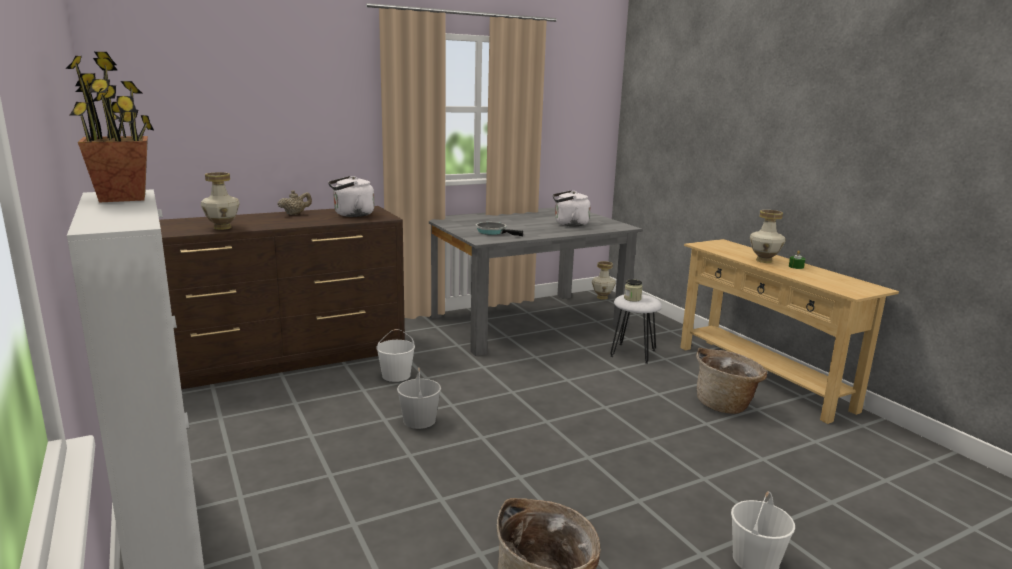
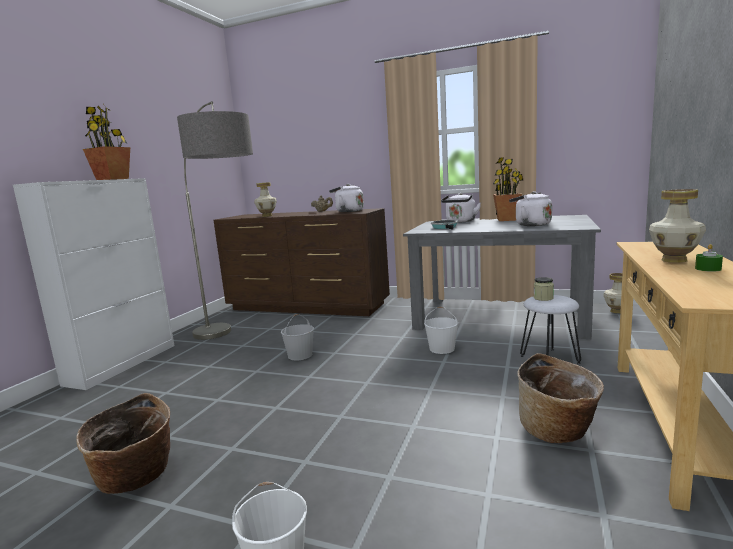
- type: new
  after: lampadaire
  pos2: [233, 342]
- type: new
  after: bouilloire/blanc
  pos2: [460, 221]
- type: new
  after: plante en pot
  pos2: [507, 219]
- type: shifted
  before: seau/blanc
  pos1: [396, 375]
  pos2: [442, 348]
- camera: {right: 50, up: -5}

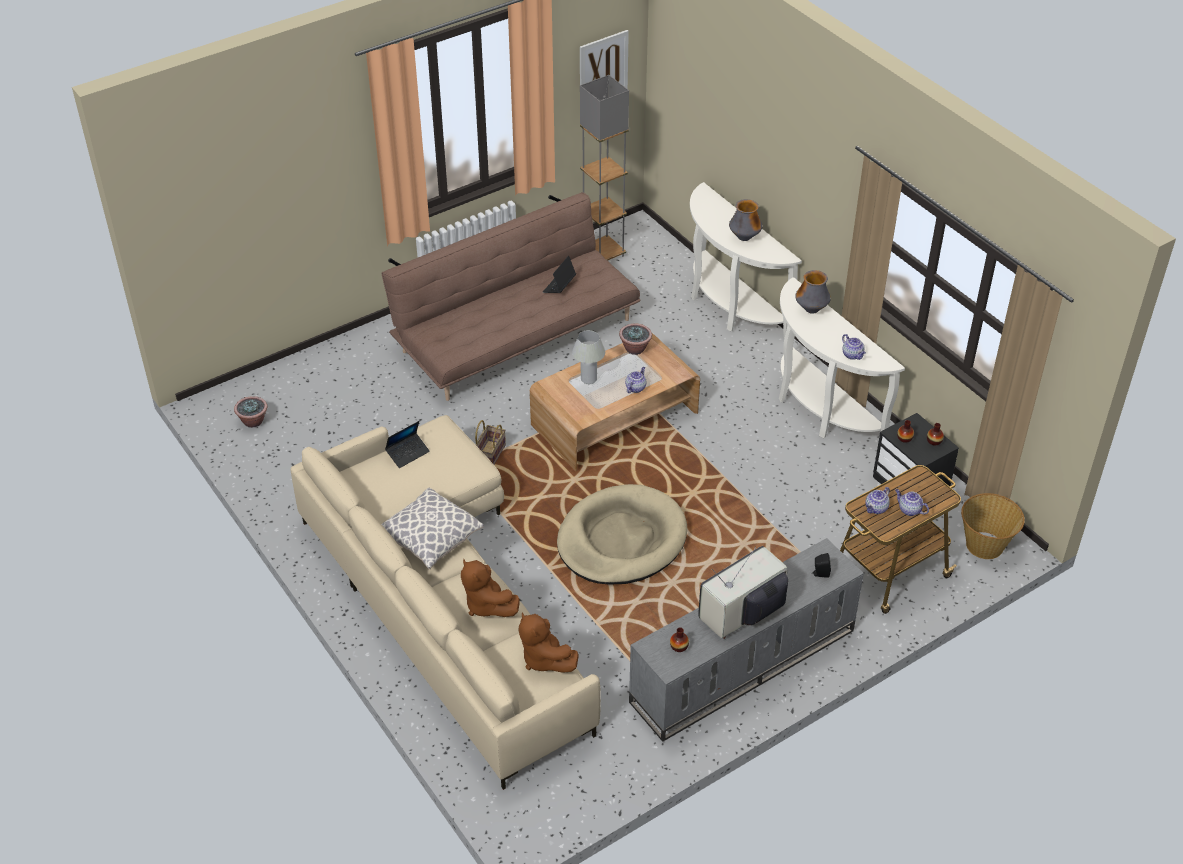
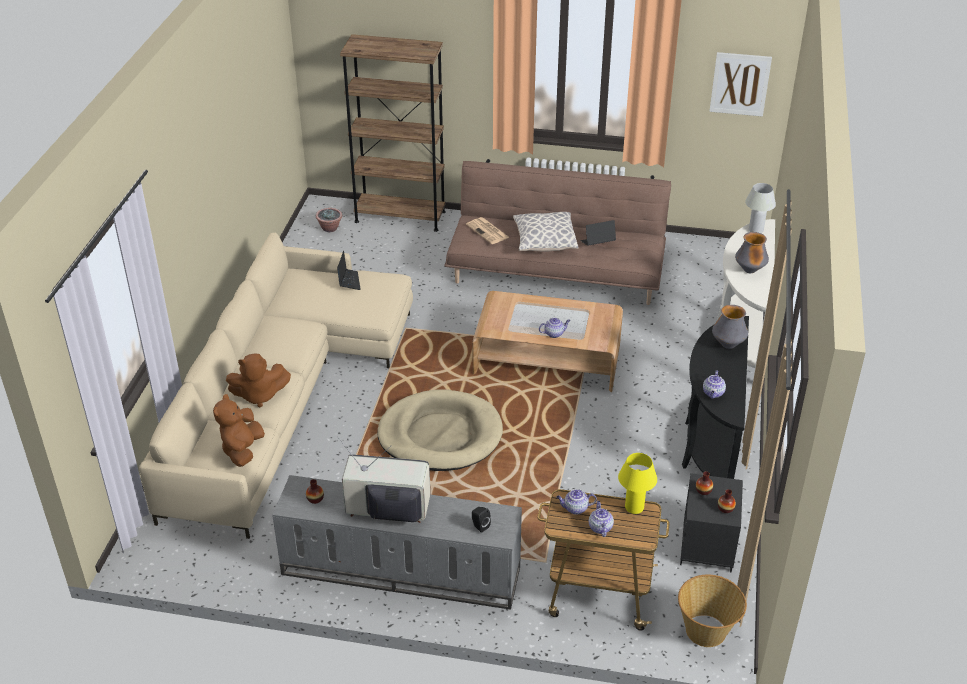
- type: gone
  before: panier
  pos1: [490, 453]
- type: gone
  before: lampadaire/gris
  pos1: [603, 254]
- type: gone
  before: plante en pot
  pos1: [635, 349]
- type: new
  after: bibliothèque/marron
  pos2: [400, 216]
- type: new
  after: journal
  pos2: [488, 231]
- type: new
  after: lampe de table/jaune
  pos2: [634, 507]
- type: shifted
  before: coussin
  pos1: [430, 539]
  pos2: [544, 242]
- type: shifted
  before: lampe de table/blanc
  pos1: [588, 379]
  pos2: [756, 230]
- type: repainted
  before: table console/blanc
  after: table console/noir
  pos1: [819, 409]
  pos2: [709, 447]
- type: rotated
  before: ordinateur portable
  pos1: [408, 453]
  pos2: [348, 281]
  turn: -105
- type: rotated
  before: peluche/marron
  pos1: [487, 605]
  pos2: [259, 395]
  turn: -105
- camera: {right: 45, up: -5}

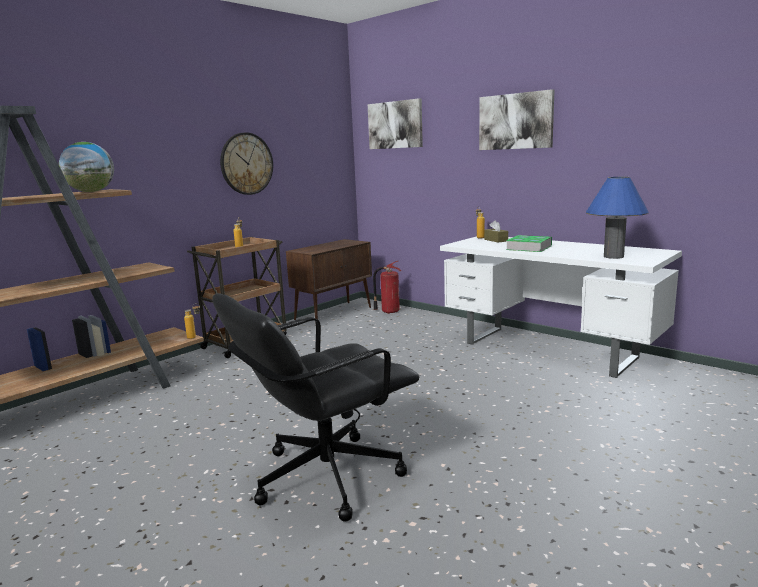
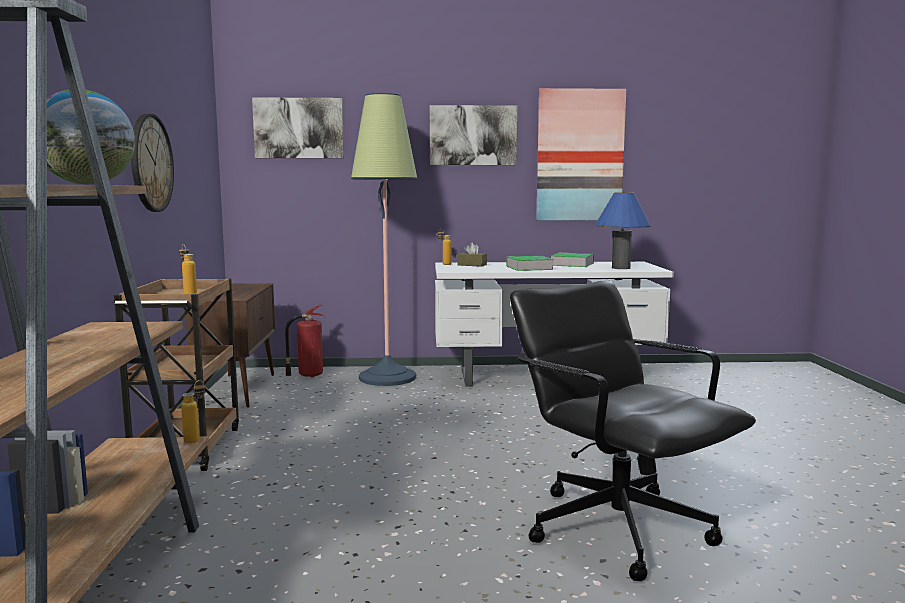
- type: new
  after: lampadaire
  pos2: [387, 377]
- type: new
  after: tableau
  pos2: [580, 155]
- type: new
  after: livre
  pos2: [572, 264]
- type: rotated
  before: chaise de bureau/noir
  pos1: [325, 476]
  pos2: [617, 528]
  turn: 135
- camera: {right: -45, up: -5}

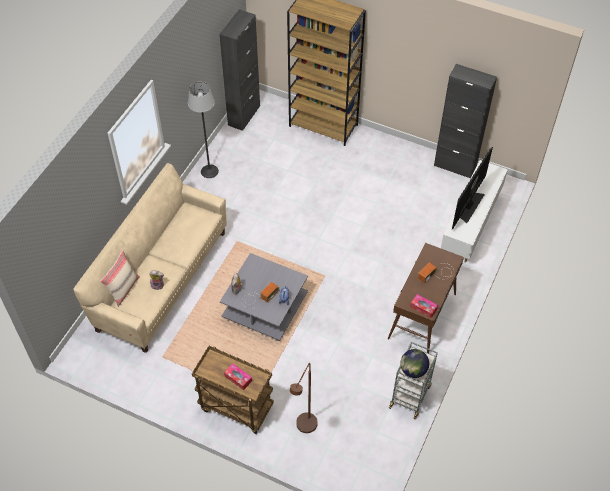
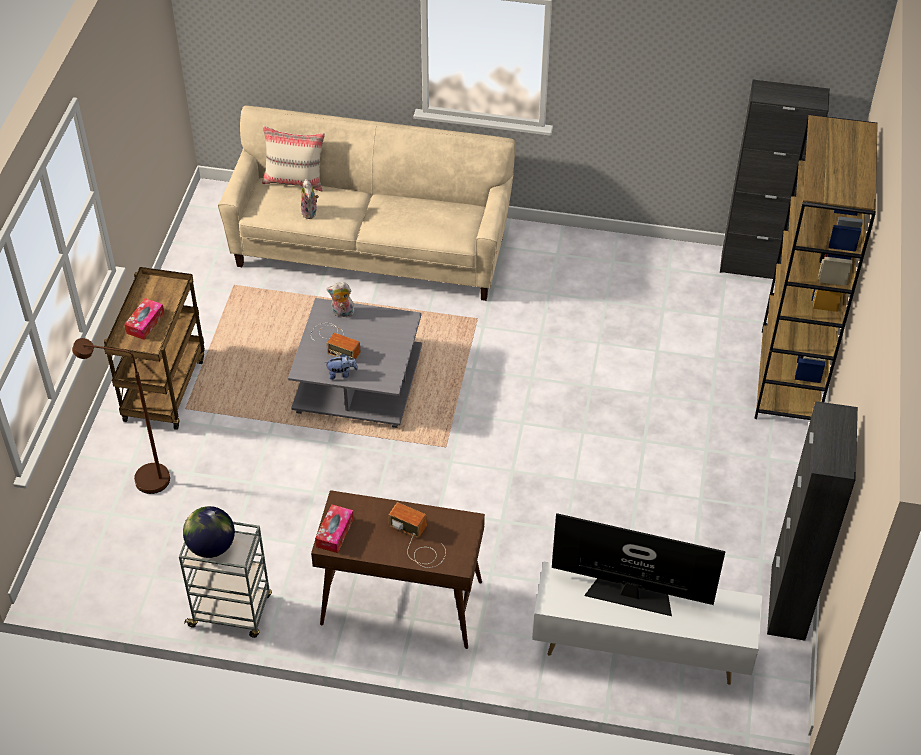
- type: gone
  before: lampadaire
  pos1: [209, 171]
- camera: {right: 75, up: -5}

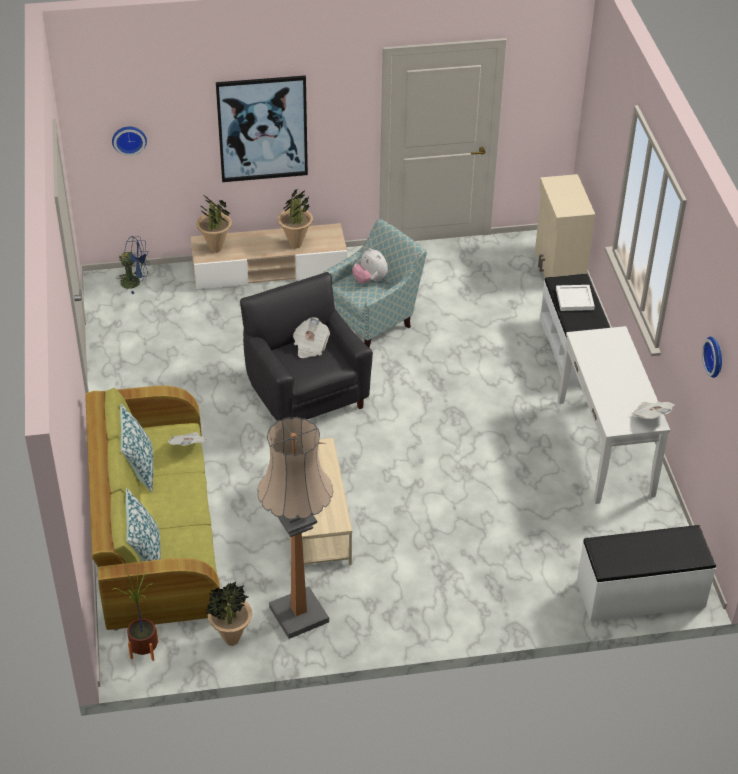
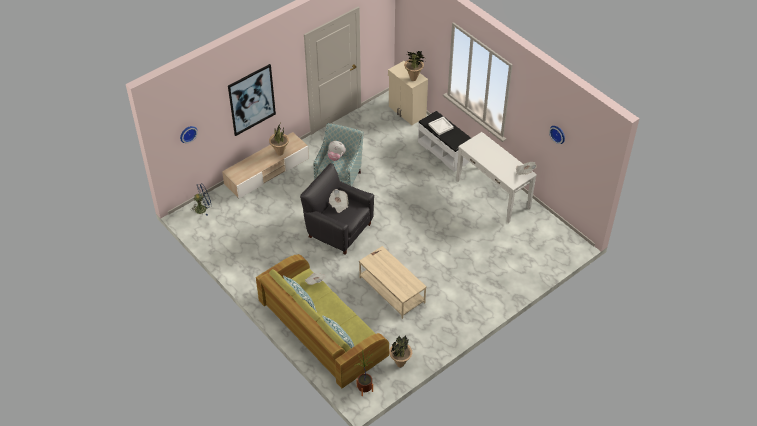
- type: gone
  before: lampadaire
  pos1: [298, 614]
- type: gone
  before: banc/blanc
  pos1: [641, 595]
- type: shifted
  before: plante en pot
  pos1: [216, 249]
  pos2: [413, 78]
- camera: {right: -30, up: 5}

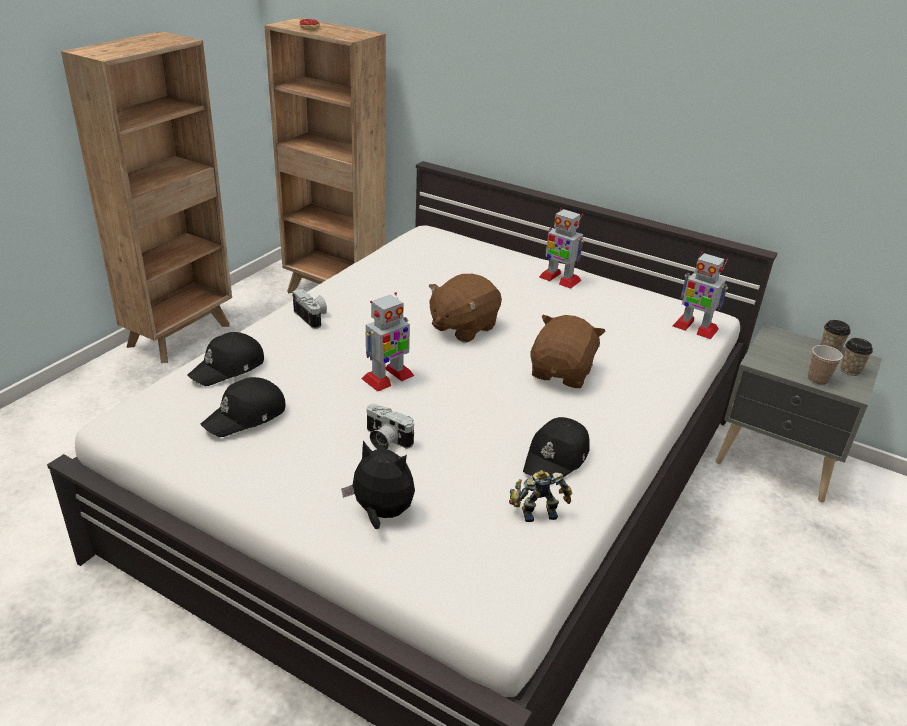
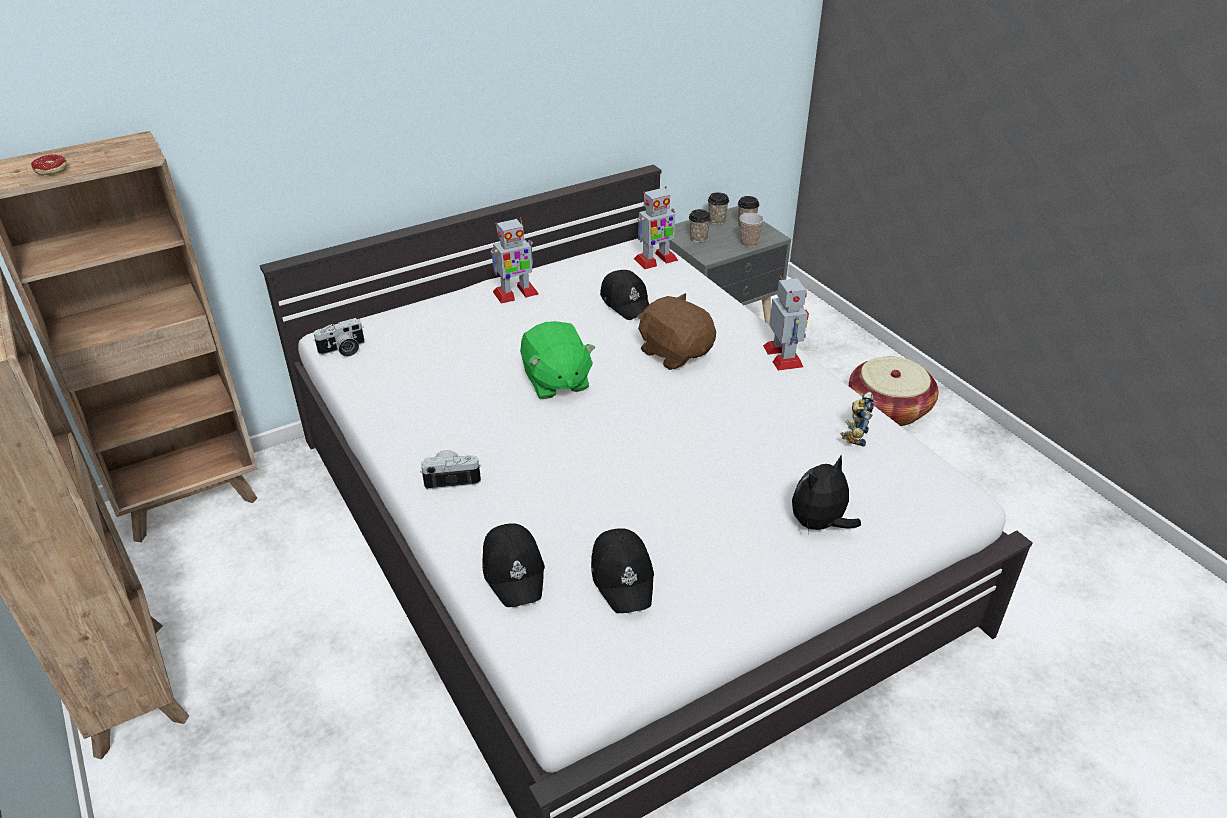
- type: new
  after: tasse
  pos2: [698, 238]
- type: new
  after: panier
  pos2: [888, 409]
- type: shifted
  before: robot jouet
  pos1: [387, 377]
  pos2: [783, 356]
- type: shifted
  before: appareil photo
  pos1: [385, 440]
  pos2: [343, 350]
- type: shifted
  before: casquette/noir
  pos1: [557, 458]
  pos2: [626, 302]
- type: repainted
  before: peluche/marron
  after: peluche/vert
  pos1: [462, 327]
  pos2: [556, 381]
- camera: {right: -60, up: 5}

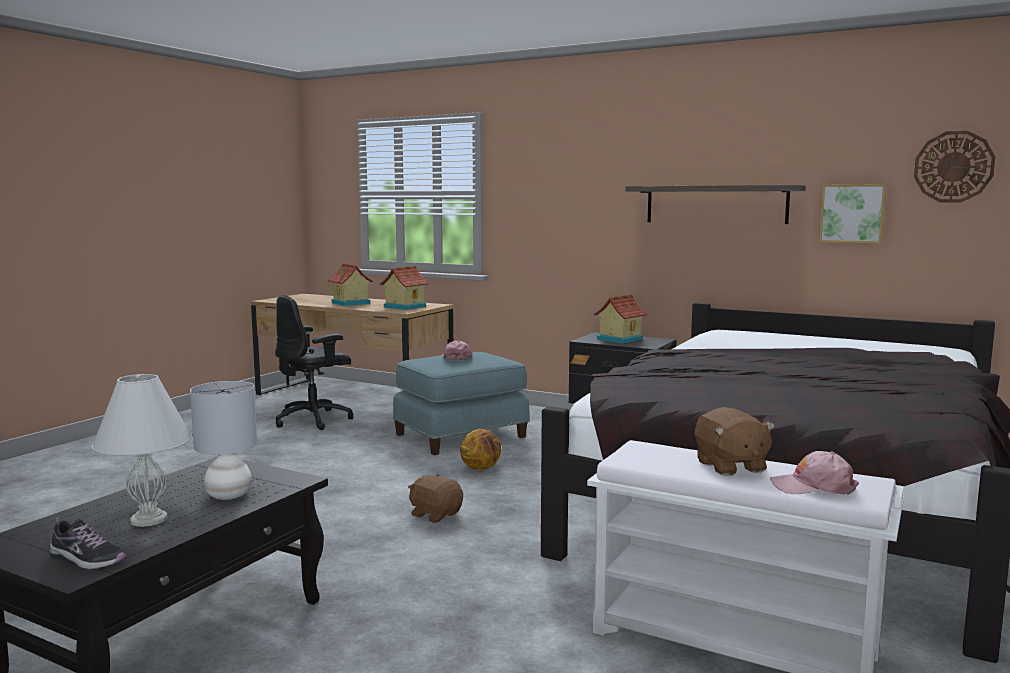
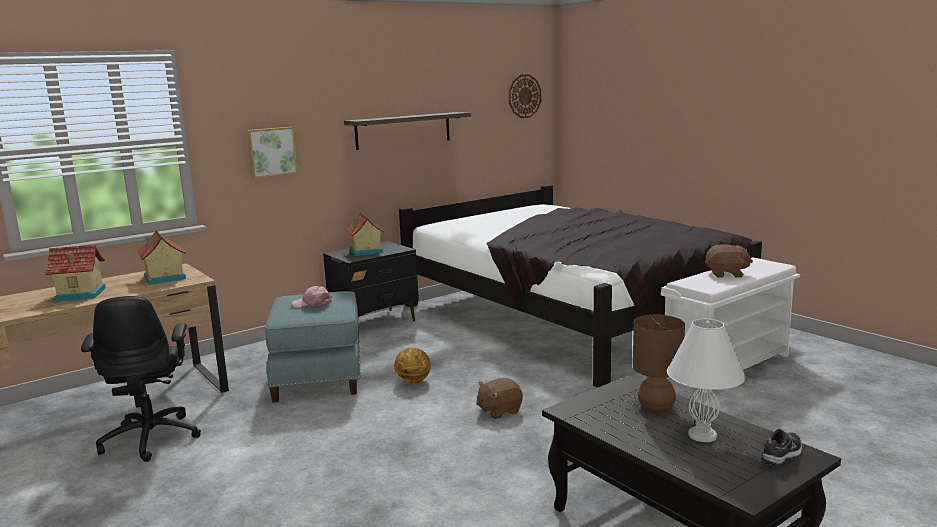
- type: gone
  before: casquette/rose
  pos1: [813, 487]
- type: shifted
  before: tableau
  pos1: [852, 213]
  pos2: [271, 151]
- type: repainted
  before: lampe de table/gris
  after: lampe de table/marron
  pos1: [228, 496]
  pos2: [657, 407]
- camera: {right: -65, up: 5}

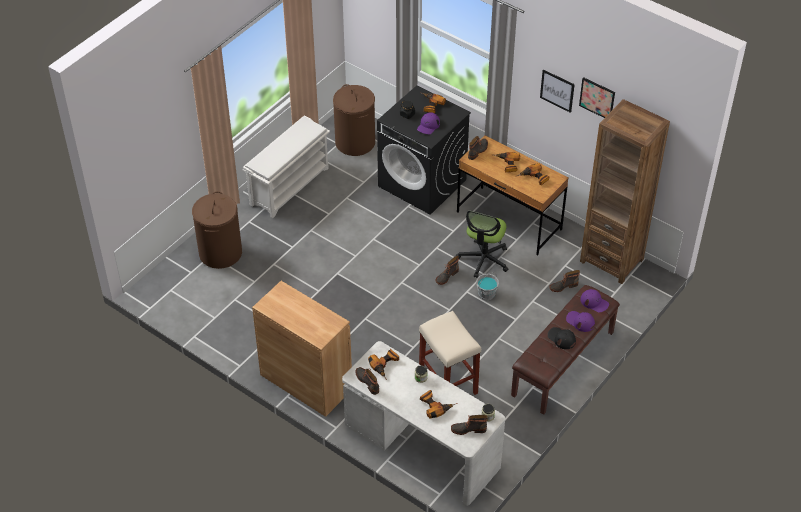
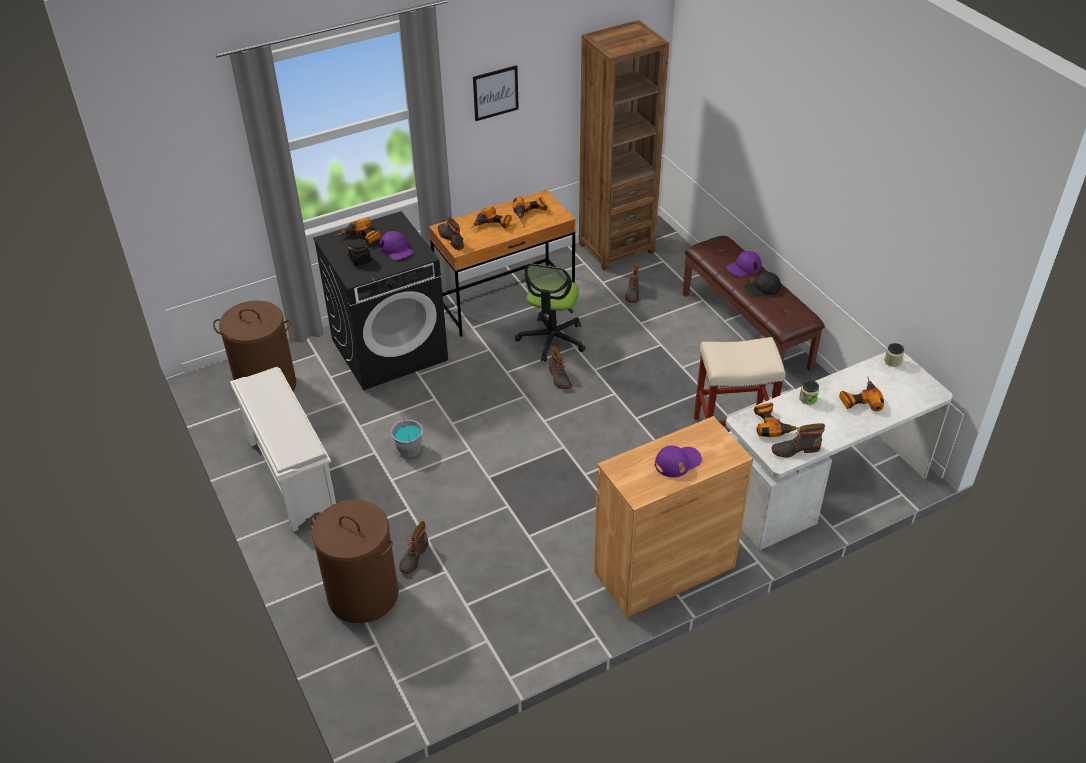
- type: gone
  before: tableau
  pos1: [597, 98]
- type: shifted
  before: botte
  pos1: [468, 429]
  pos2: [413, 557]
- type: shifted
  before: seau/gris
  pos1: [486, 294]
  pos2: [408, 449]
- type: shifted
  before: casquette/violet
  pos1: [594, 302]
  pos2: [677, 462]
- type: rotated
  before: chaise de bureau
  pos1: [483, 259]
  pos2: [552, 339]
  turn: 60
- camera: {right: -65, up: -5}

